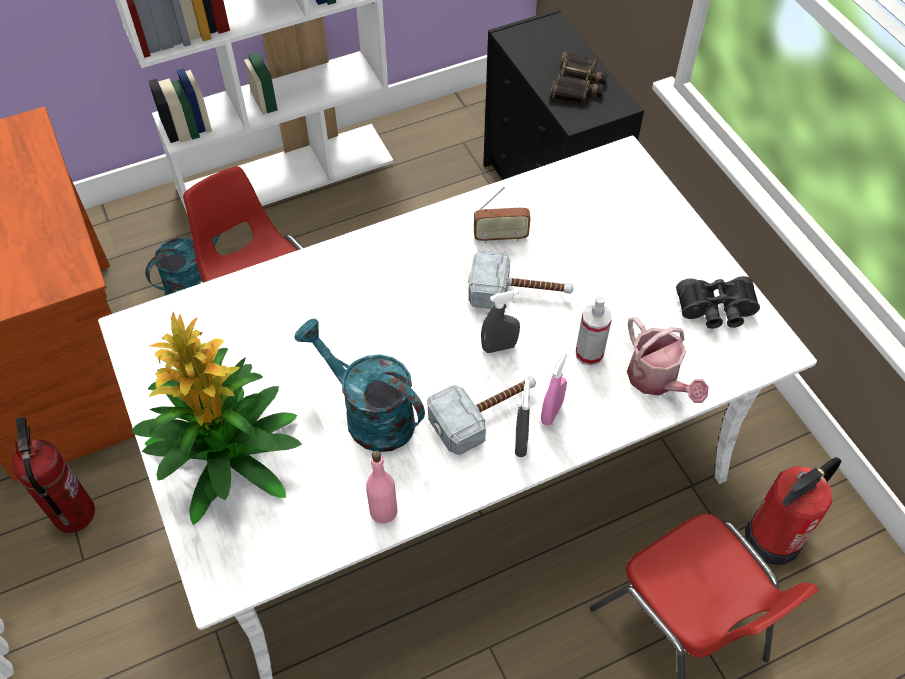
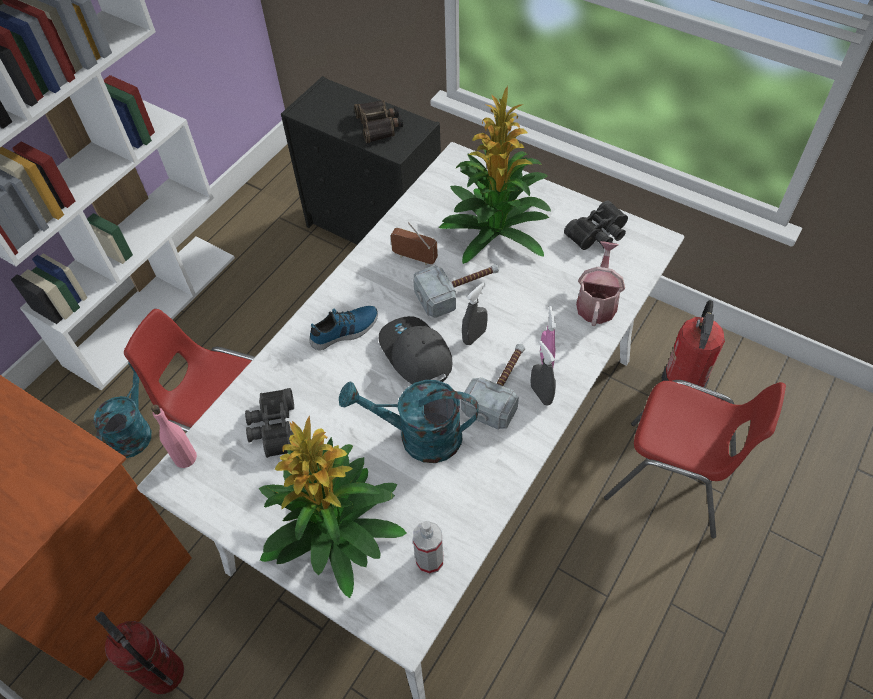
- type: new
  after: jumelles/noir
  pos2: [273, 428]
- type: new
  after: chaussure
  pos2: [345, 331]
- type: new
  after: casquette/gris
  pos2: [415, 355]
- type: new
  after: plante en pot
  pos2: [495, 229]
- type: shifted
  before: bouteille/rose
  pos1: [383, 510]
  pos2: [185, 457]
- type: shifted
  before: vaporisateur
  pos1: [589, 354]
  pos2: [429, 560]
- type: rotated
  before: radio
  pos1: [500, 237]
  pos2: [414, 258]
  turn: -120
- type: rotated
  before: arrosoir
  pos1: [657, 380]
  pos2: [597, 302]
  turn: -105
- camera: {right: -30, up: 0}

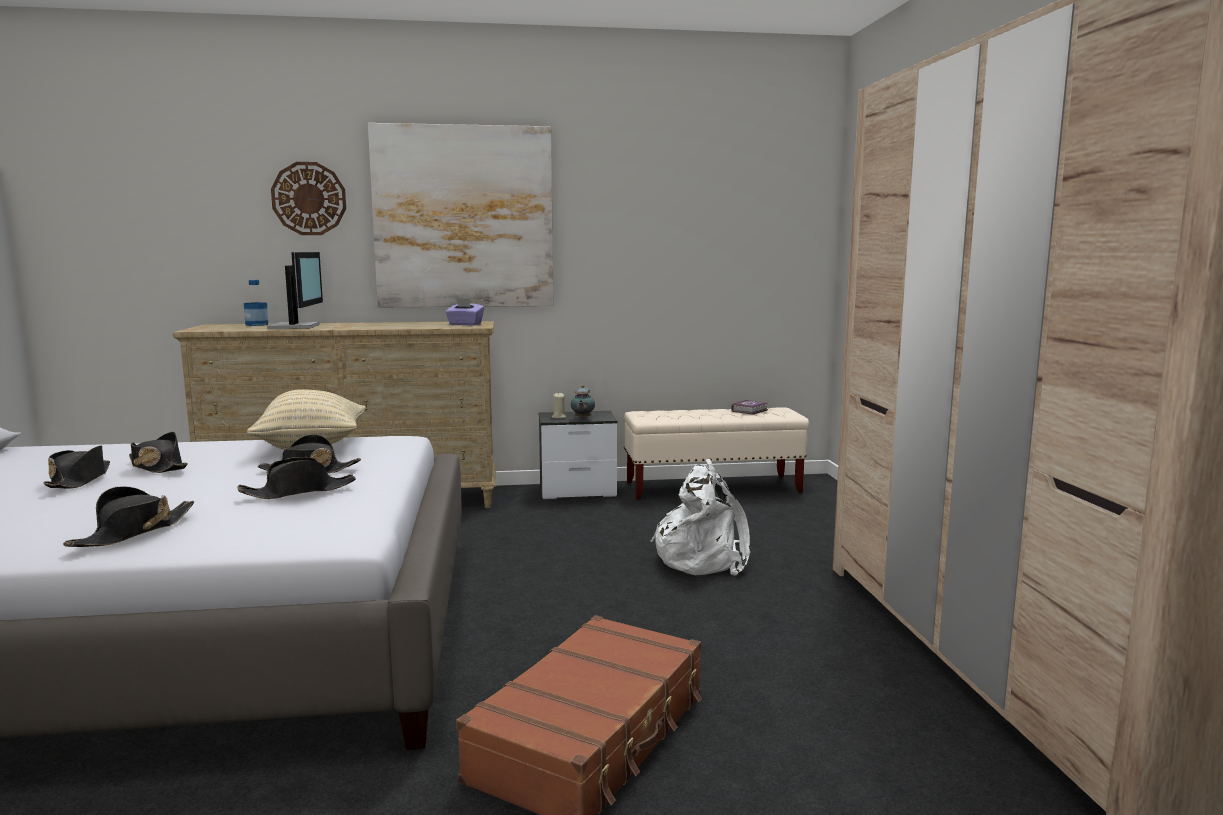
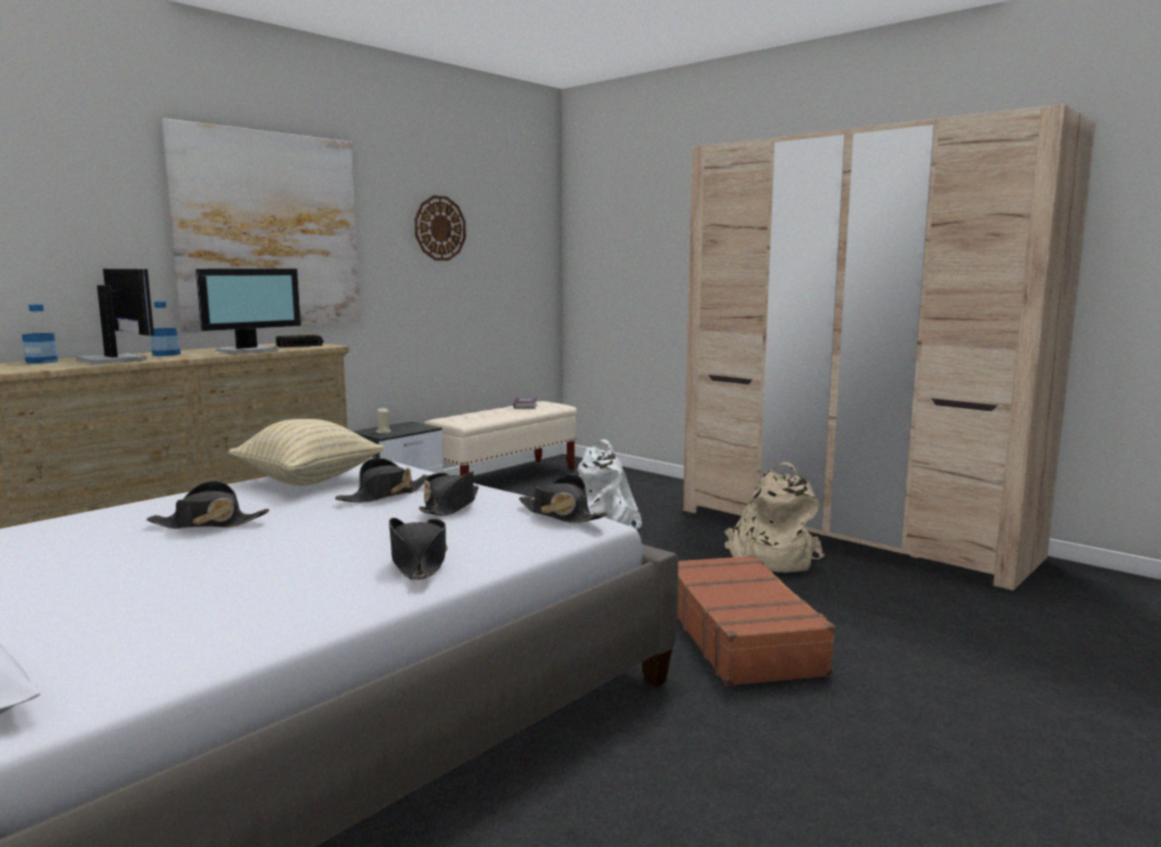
- type: gone
  before: théière
  pos1: [582, 419]
- type: new
  after: bouteille
  pos2: [166, 354]
- type: new
  after: écran d'ordinateur
  pos2: [249, 351]
- type: new
  after: sac à dos/beige
  pos2: [770, 559]
- type: shifted
  before: chapeau/noir
  pos1: [80, 480]
  pos2: [560, 515]
- type: shifted
  before: horloge murale
  pos1: [309, 199]
  pos2: [440, 228]
- type: swapped
  before: boîte à mouchoirs/violet
  after: réveil
  pos1: [465, 324]
  pos2: [300, 345]
- camera: {right: -40, up: 0}

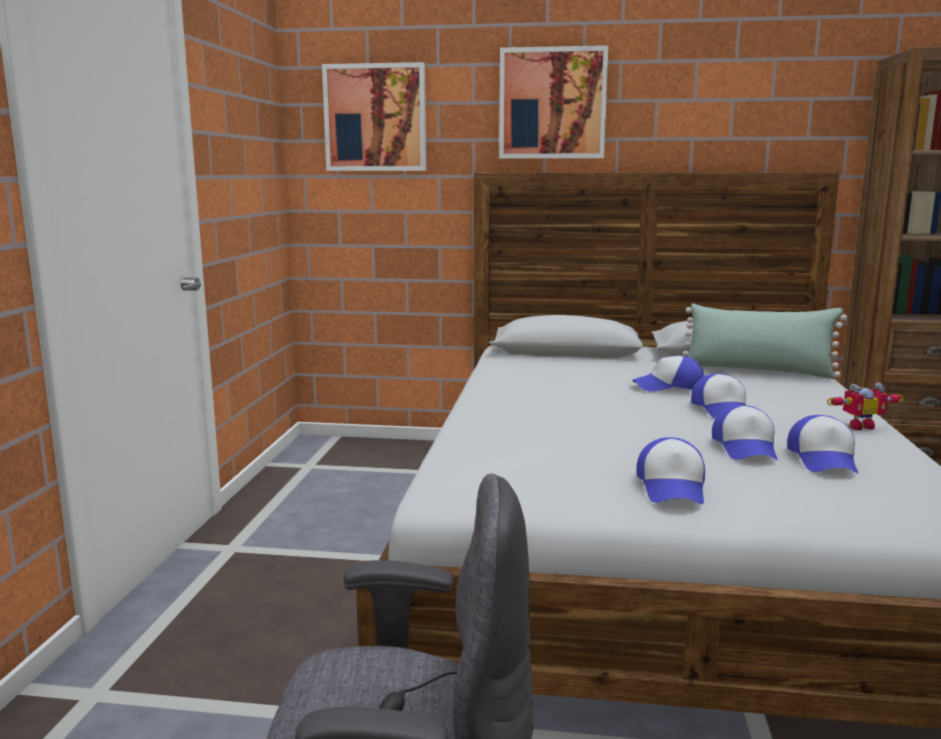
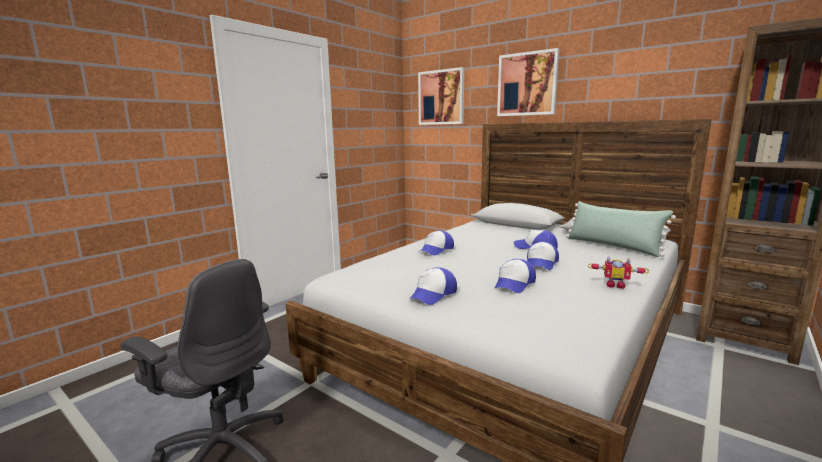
- type: shifted
  before: casquette
  pos1: [824, 459]
  pos2: [436, 250]
- camera: {right: 30, up: 0}

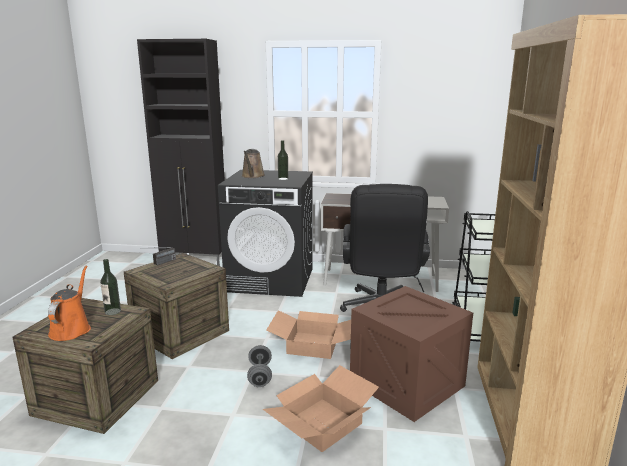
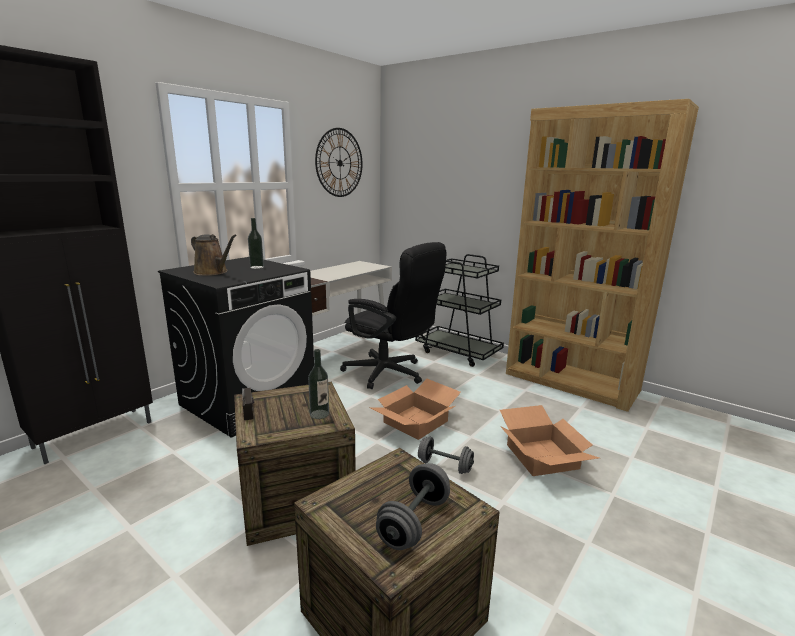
- type: gone
  before: caisse
  pos1: [407, 383]
- type: new
  after: horloge murale
  pos2: [339, 163]
- type: shifted
  before: bouteille
  pos1: [112, 311]
  pos2: [319, 414]
- type: swapped
  before: arrosoir/orange
  after: haltère/gris
  pos1: [72, 329]
  pos2: [414, 522]
- camera: {right: -60, up: 0}

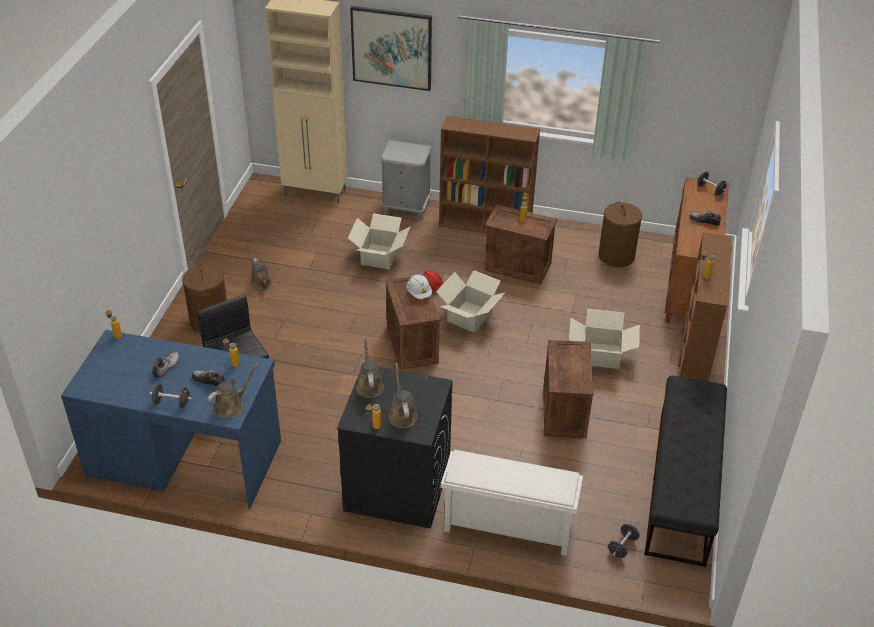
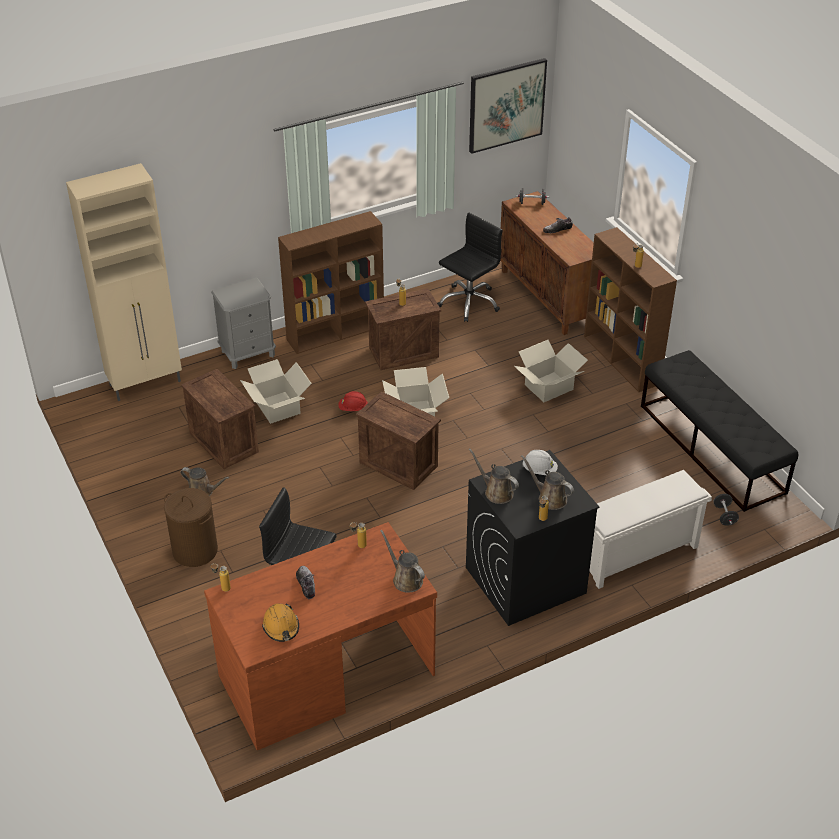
- type: gone
  before: haltère/noir
  pos1: [172, 402]
- type: gone
  before: chaussure
  pos1: [209, 381]
- type: new
  after: casque de chantier/orange
  pos2: [281, 627]
- type: shifted
  before: tableau
  pos1: [392, 48]
  pos2: [506, 105]
- type: shifted
  before: casque de chantier/blanc
  pos1: [419, 293]
  pos2: [539, 470]
- type: shifted
  before: caisse
  pos1: [563, 411]
  pos2: [223, 442]
- type: swapped
  before: panier à linge/marron
  after: chaise de bureau/noir
  pos1: [616, 256]
  pos2: [469, 302]
- type: repainted
  before: bureau/bleu
  after: bureau/marron
  pos1: [184, 456]
  pos2: [325, 674]
- type: rotated
  before: arrosoir/marron
  pos1: [231, 406]
  pos2: [405, 579]
  turn: -45
- camera: {right: -40, up: 0}

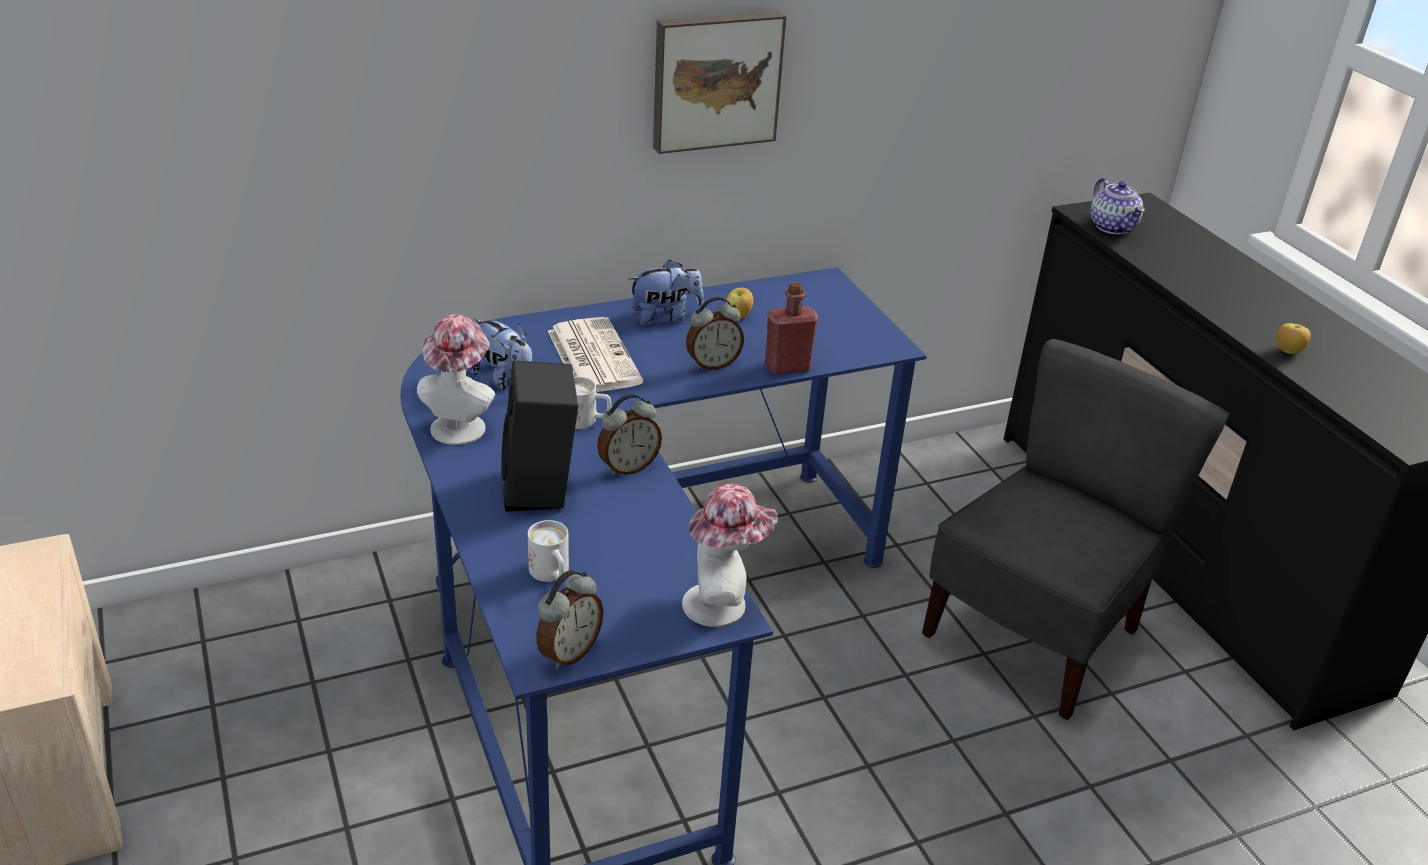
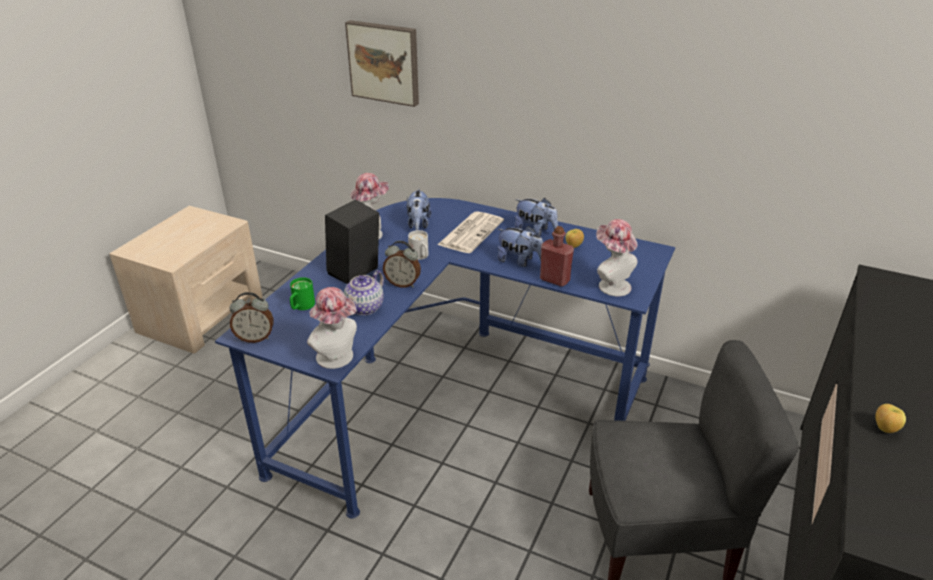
- type: new
  after: chapeau
  pos2: [611, 285]
- type: shifted
  before: tableau
  pos1: [715, 80]
  pos2: [384, 62]
- type: shifted
  before: théière
  pos1: [1112, 226]
  pos2: [365, 307]
- type: swapped
  before: réveil
  after: peluche
  pos1: [712, 364]
  pos2: [519, 261]
- type: repainted
  before: mug/blanc
  after: mug/vert
  pos1: [552, 575]
  pos2: [301, 307]
- camera: {right: 50, up: 0}

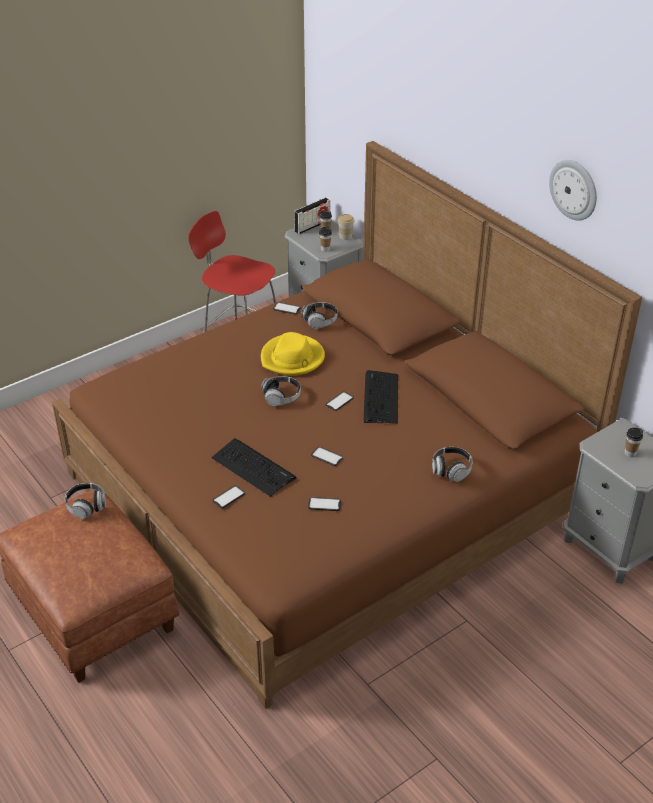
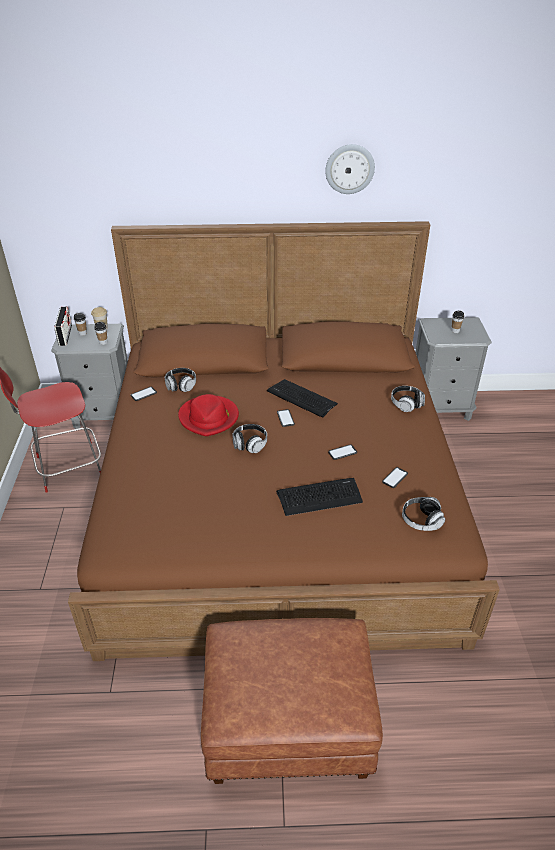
- type: gone
  before: téléphone
  pos1: [228, 497]
- type: shifted
  before: casque audio
  pos1: [86, 506]
  pos2: [421, 520]
- type: repainted
  before: chapeau/jaune
  after: chapeau/rouge
  pos1: [292, 358]
  pos2: [209, 418]
- camera: {right: -55, up: 0}

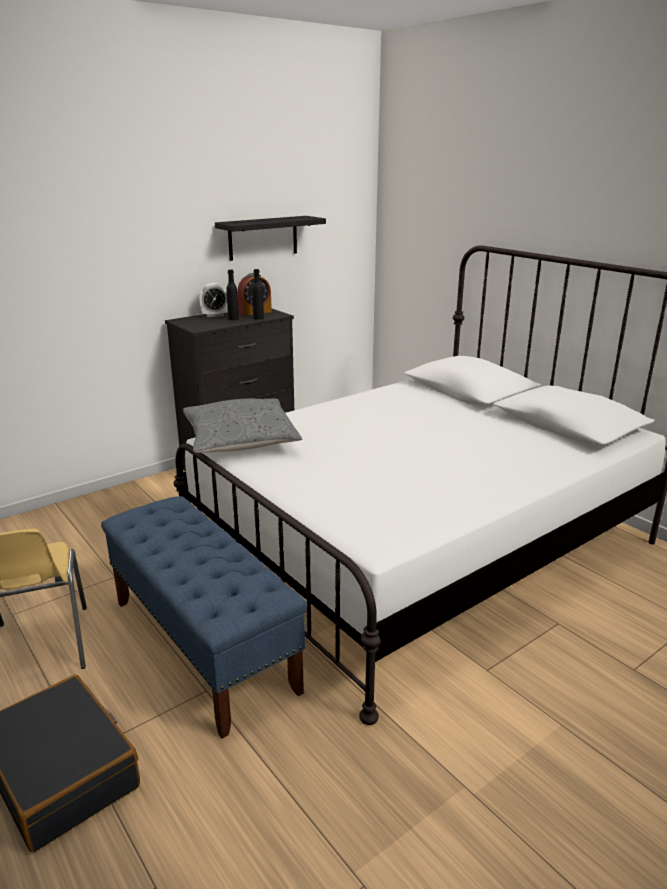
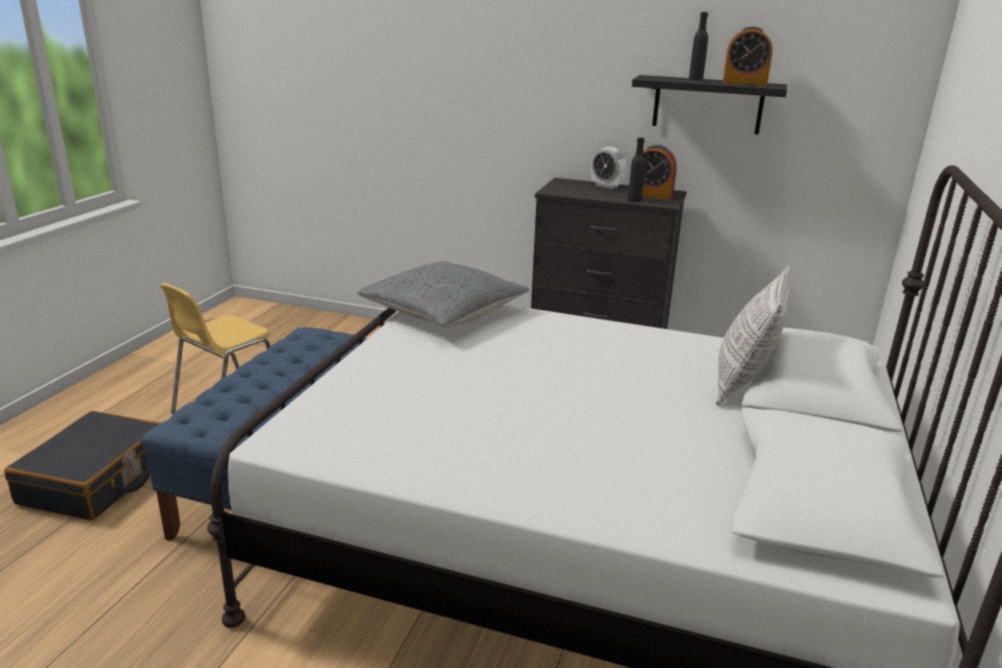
- type: new
  after: coussin
  pos2: [743, 384]
- type: new
  after: réveil
  pos2: [744, 83]
- type: shifted
  before: bouteille/noir
  pos1: [233, 319]
  pos2: [695, 79]
- camera: {right: 55, up: 0}

